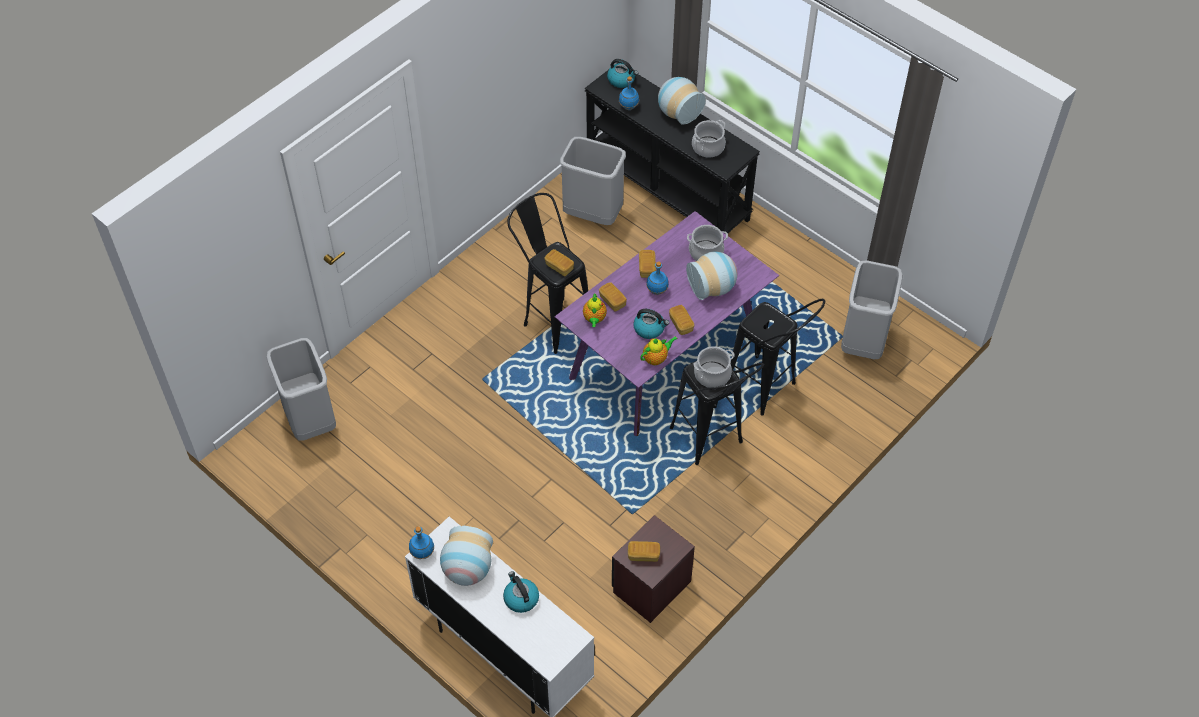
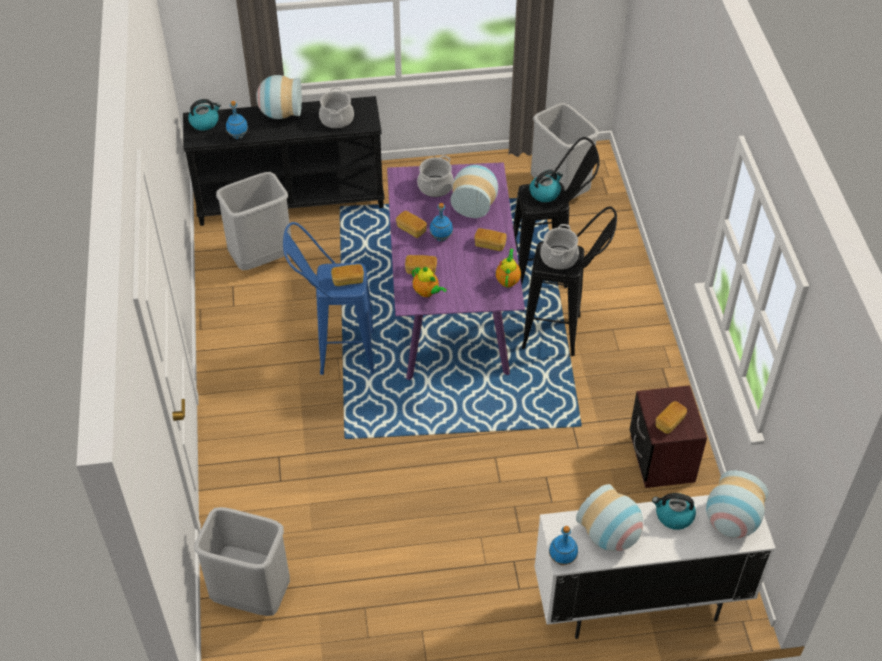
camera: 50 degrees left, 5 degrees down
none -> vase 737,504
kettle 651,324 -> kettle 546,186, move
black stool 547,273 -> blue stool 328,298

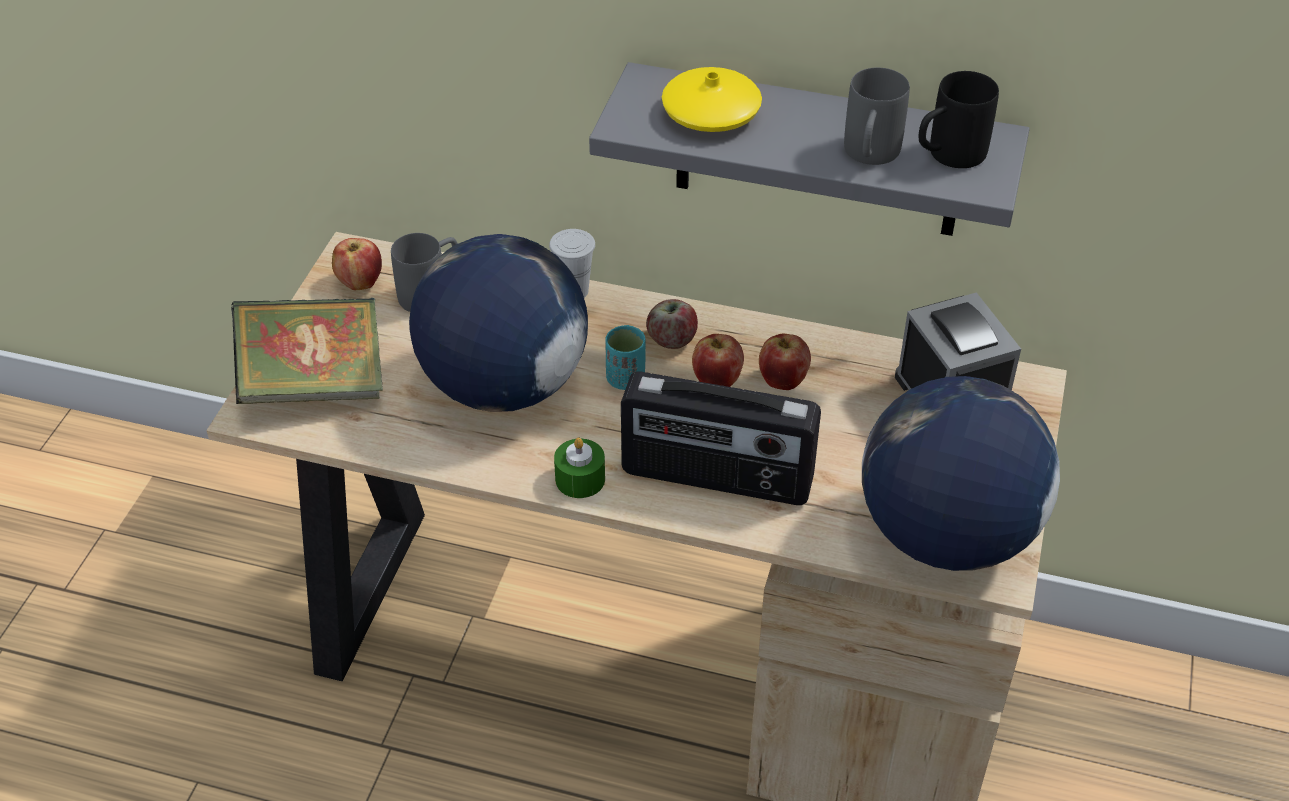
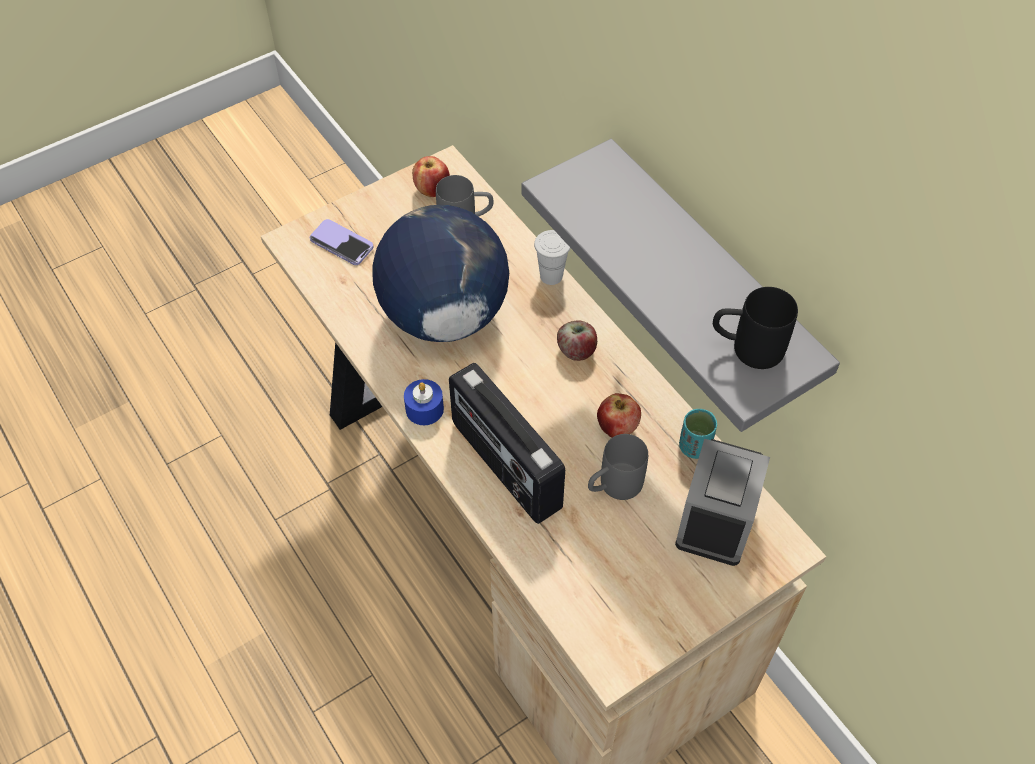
camera: 40 degrees right, 10 degrees up
yellow vase 712,99 -> none
apple 718,360 -> none
globe 961,473 -> none
turquoise cup 625,357 -> turquoise cup 698,434, move
grey mug 877,116 -> grey mug 618,467, move
book 307,351 -> phone 342,242
green candle 579,467 -> blue candle 424,402

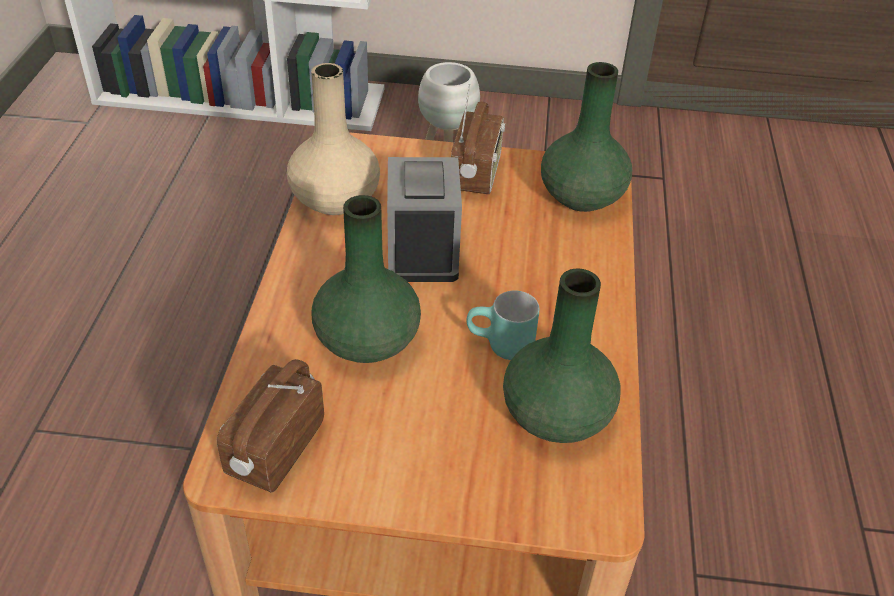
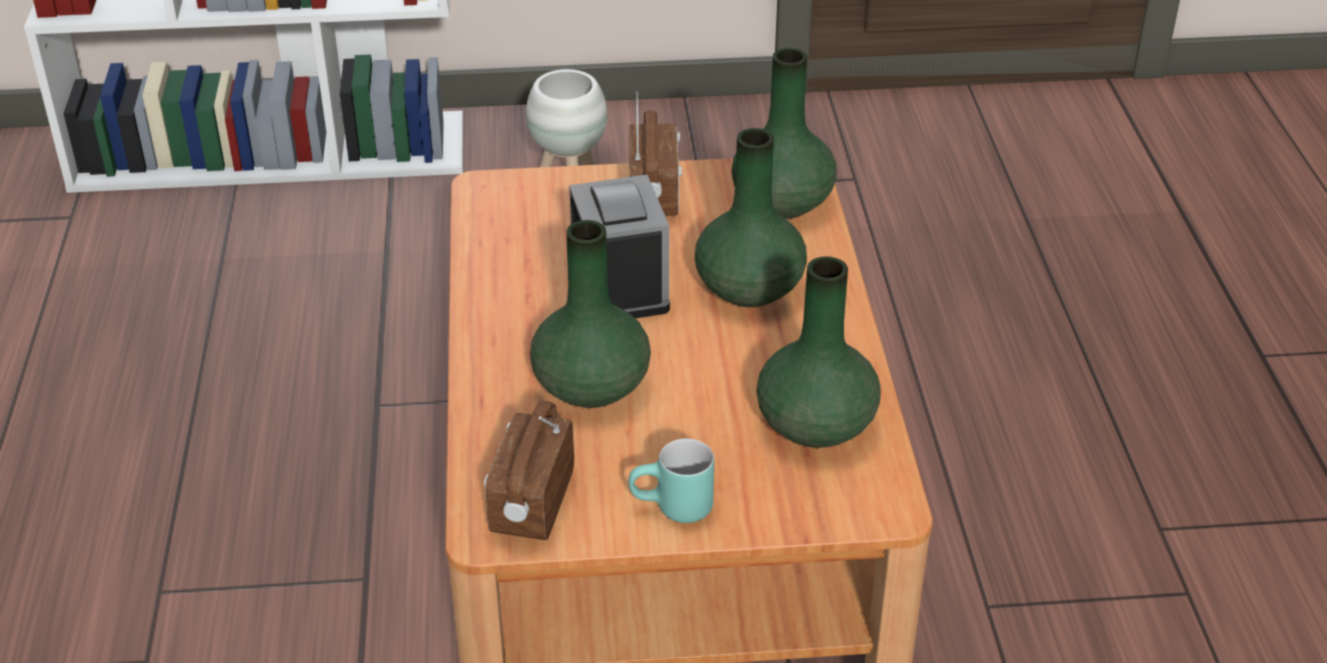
camera: 10 degrees left, 5 degrees down
beige vase 333,139 -> none
none -> green vase 751,217
turquoise mug 503,325 -> turquoise mug 671,481, move

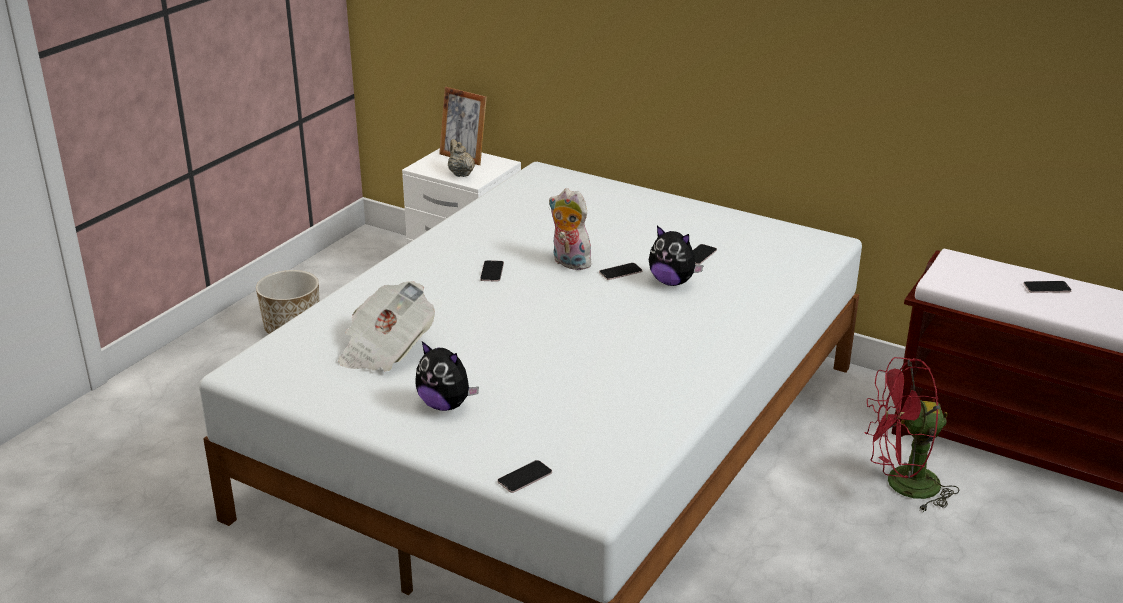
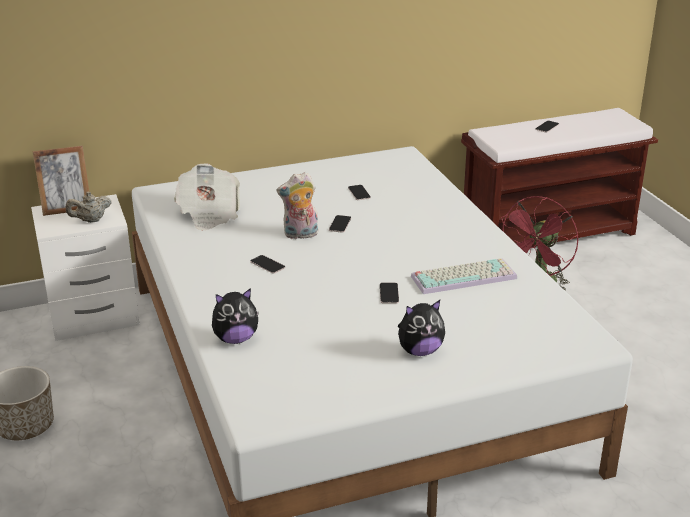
camera: 50 degrees left, 0 degrees up
none -> keyboard 464,276
newspaper 386,326 -> newspaper 207,197, move
phone 525,476 -> phone 389,293, move
plush toy 676,255 -> plush toy 235,316, move
beige teapot 461,158 -> beige teapot 89,207, 45 degrees counterclockwise

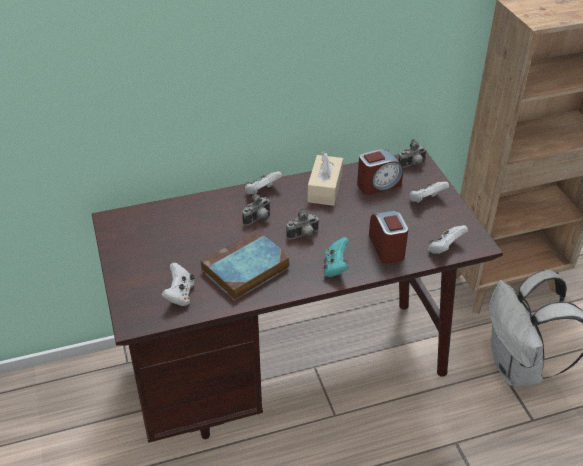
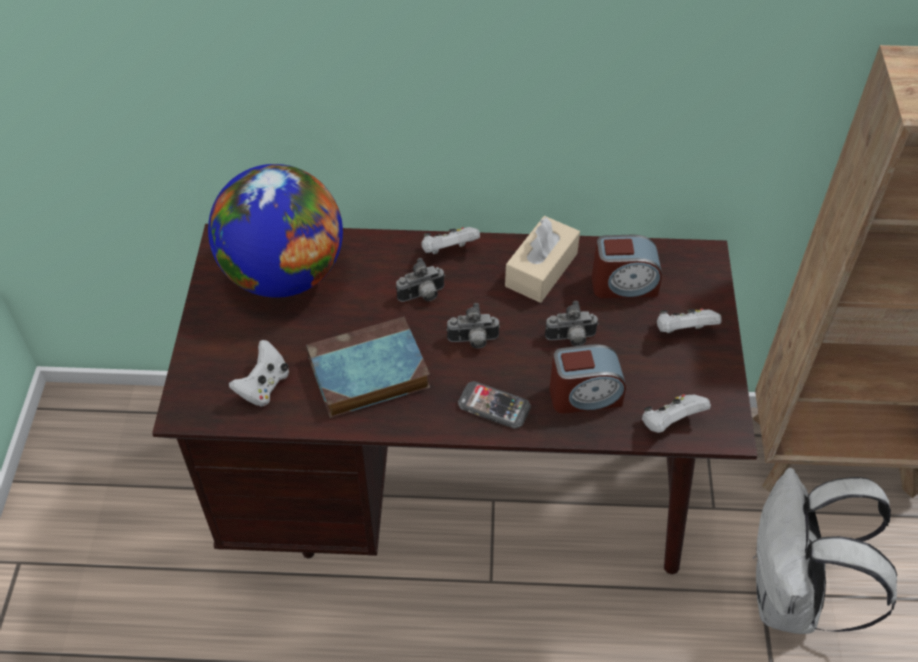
camera: 20 degrees right, 10 degrees up
none -> globe 275,231
photo camera 412,153 -> photo camera 572,323, move
turquoise game controller 336,257 -> phone 494,405
alarm clock 388,237 -> alarm clock 587,379, 75 degrees clockwise

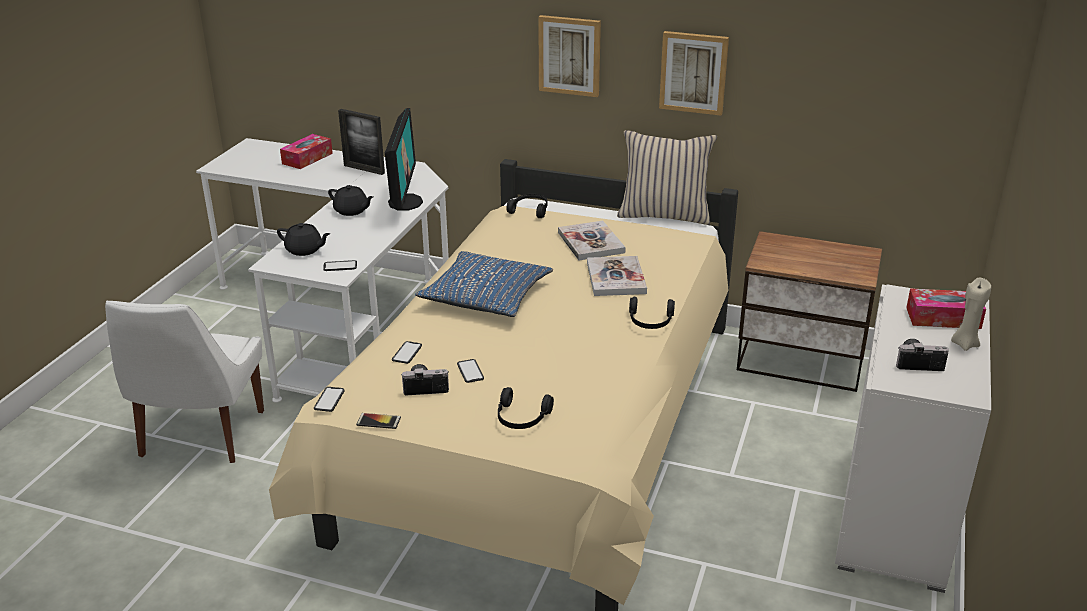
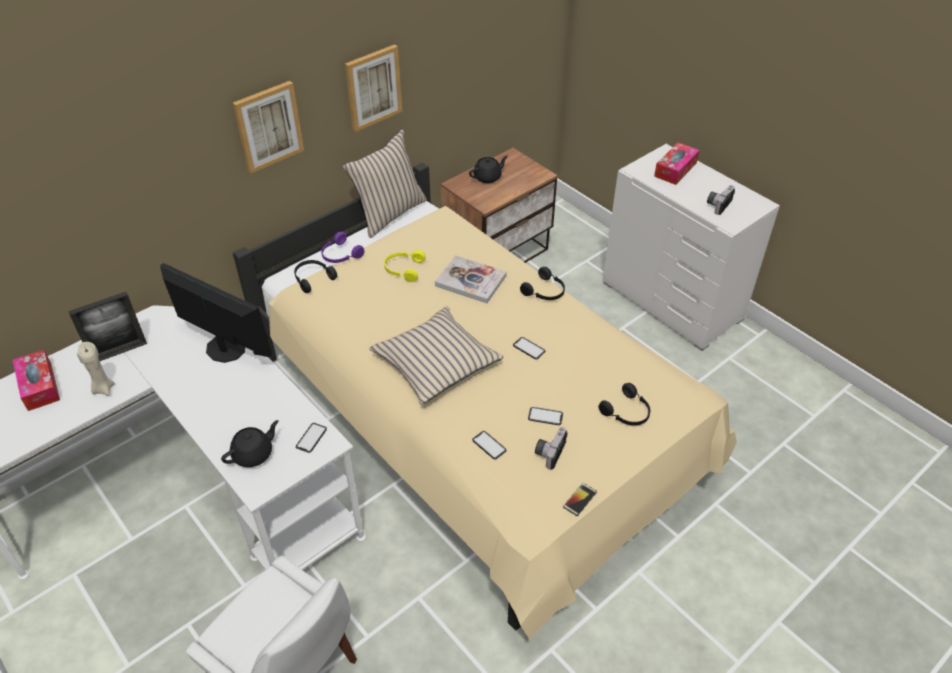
camera: 60 degrees left, 15 degrees up
none -> purple headphones 342,247
phone 329,399 -> phone 529,348, move
black teapot 350,200 -> black teapot 488,169, move
beige candle 971,314 -> beige candle 96,369, move
book 592,240 -> yellow headphones 404,266
blue pillow 484,284 -> beige pillow 436,355

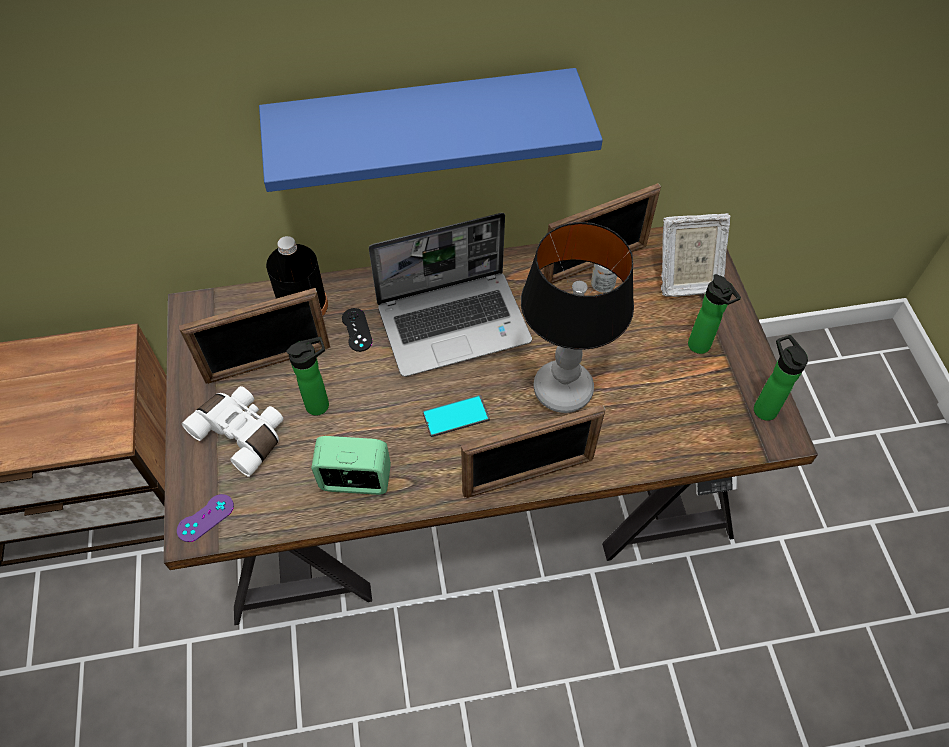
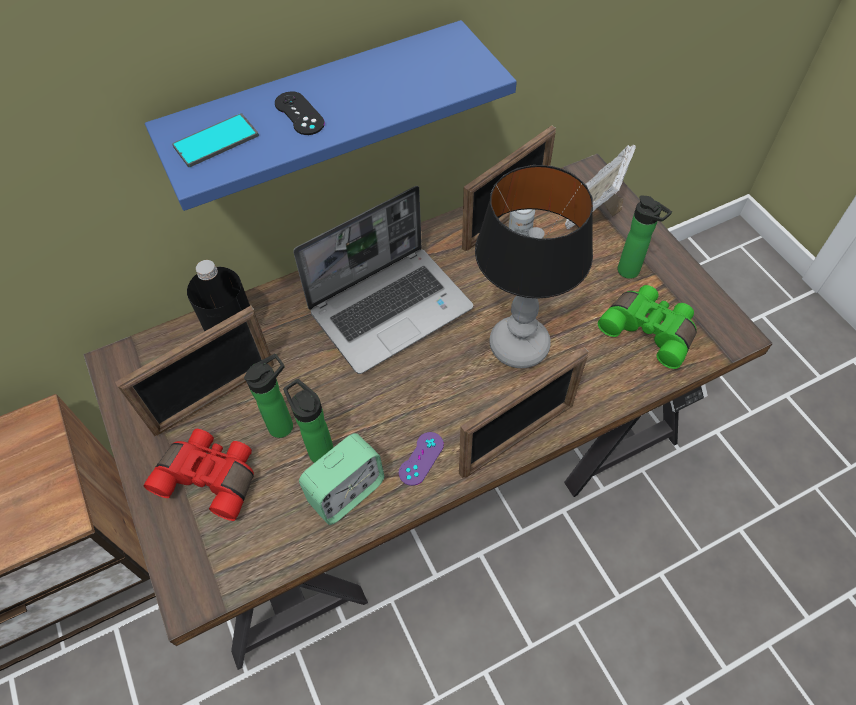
camera: 15 degrees left, 0 degrees up
none -> green binoculars 647,327
purple game controller 205,518 -> purple game controller 421,459, move
black game controller 357,330 -> black game controller 300,113, move
phone 456,416 -> phone 215,140, move
bottle 781,378 -> bottle 308,421, move
white binoculars 233,431 -> red binoculars 199,475
alarm clock 351,465 -> alarm clock 342,479, 150 degrees clockwise
picture frame 696,255 -> picture frame 600,187, 135 degrees clockwise

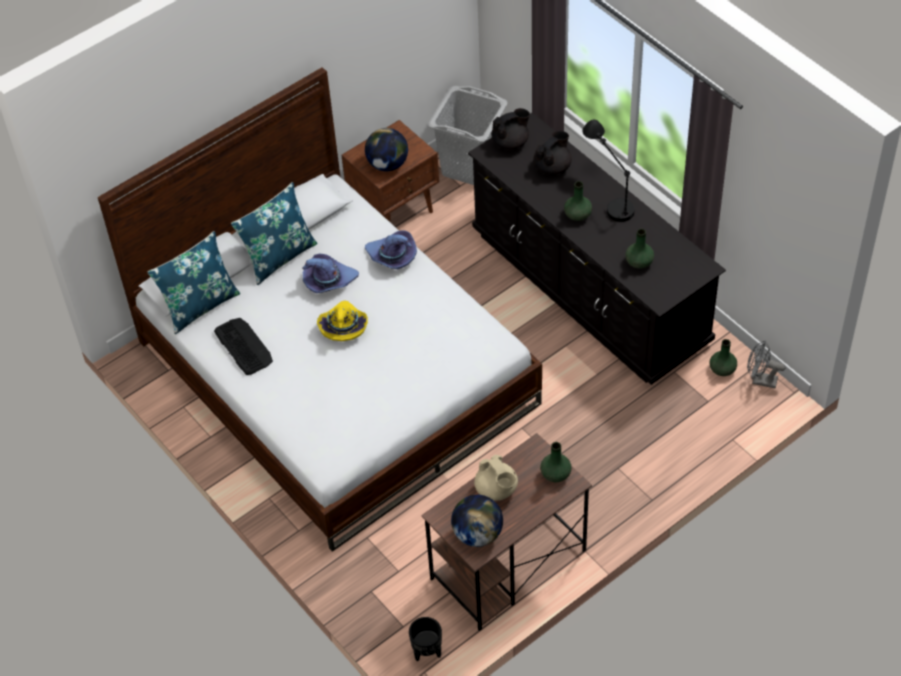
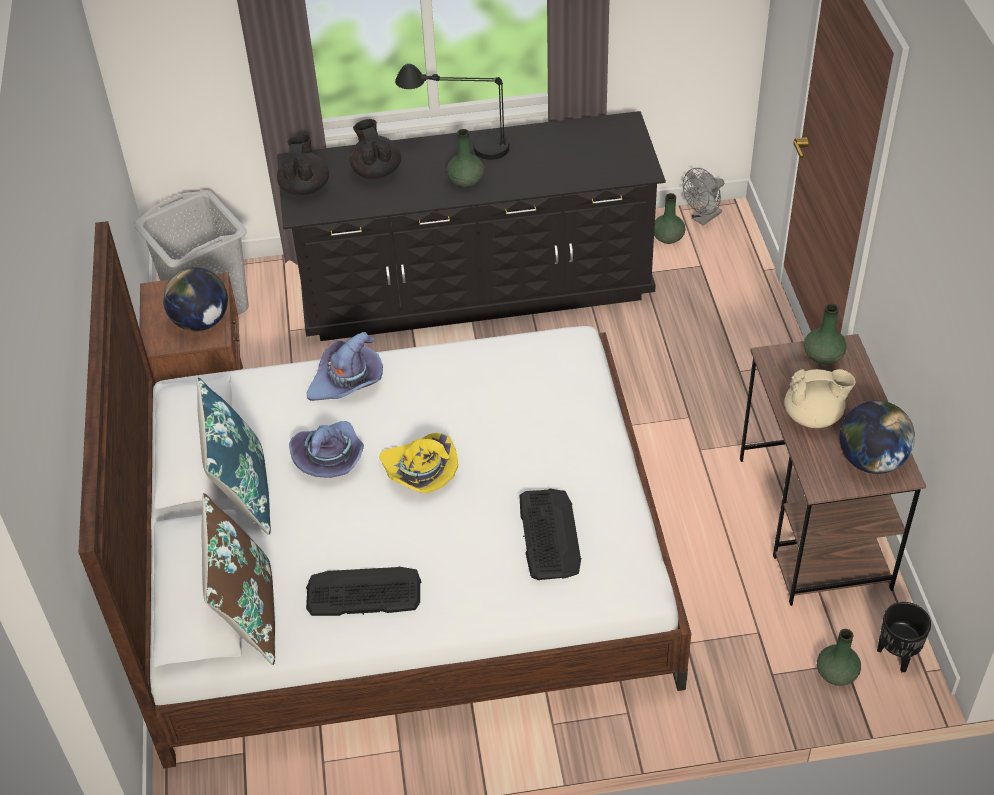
camera: 60 degrees left, 5 degrees down
none -> keyboard 550,534
green vase 639,249 -> green vase 839,657, move
blue pillow 193,282 -> brown pillow 238,579

